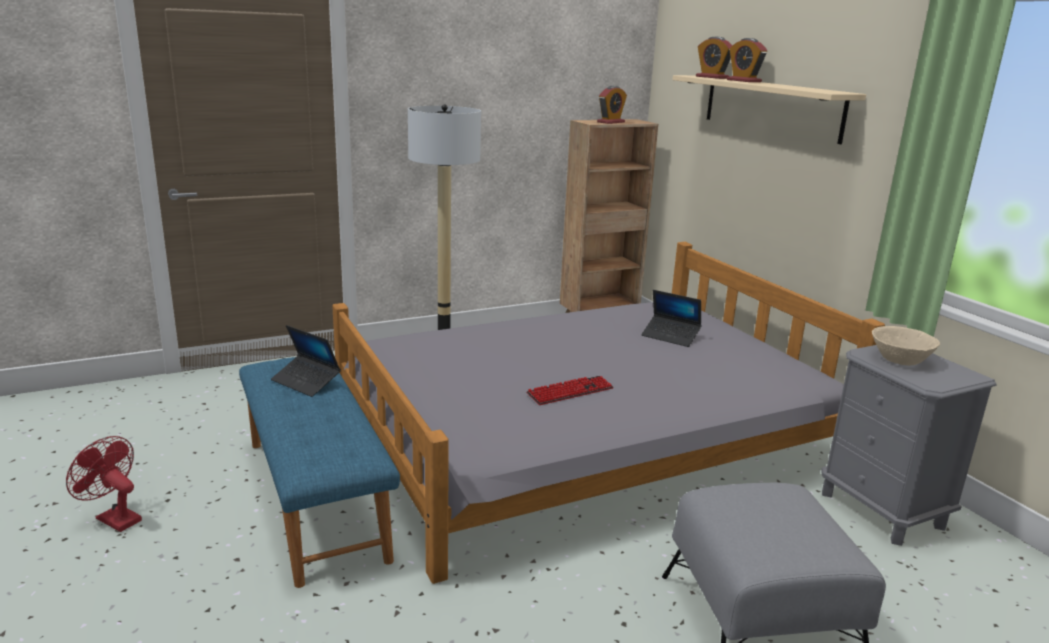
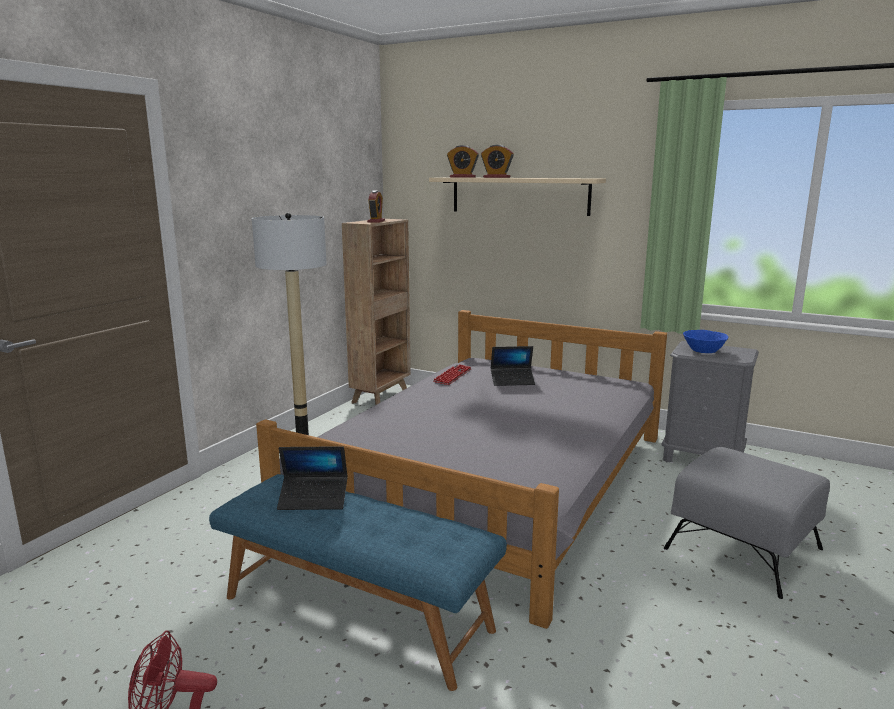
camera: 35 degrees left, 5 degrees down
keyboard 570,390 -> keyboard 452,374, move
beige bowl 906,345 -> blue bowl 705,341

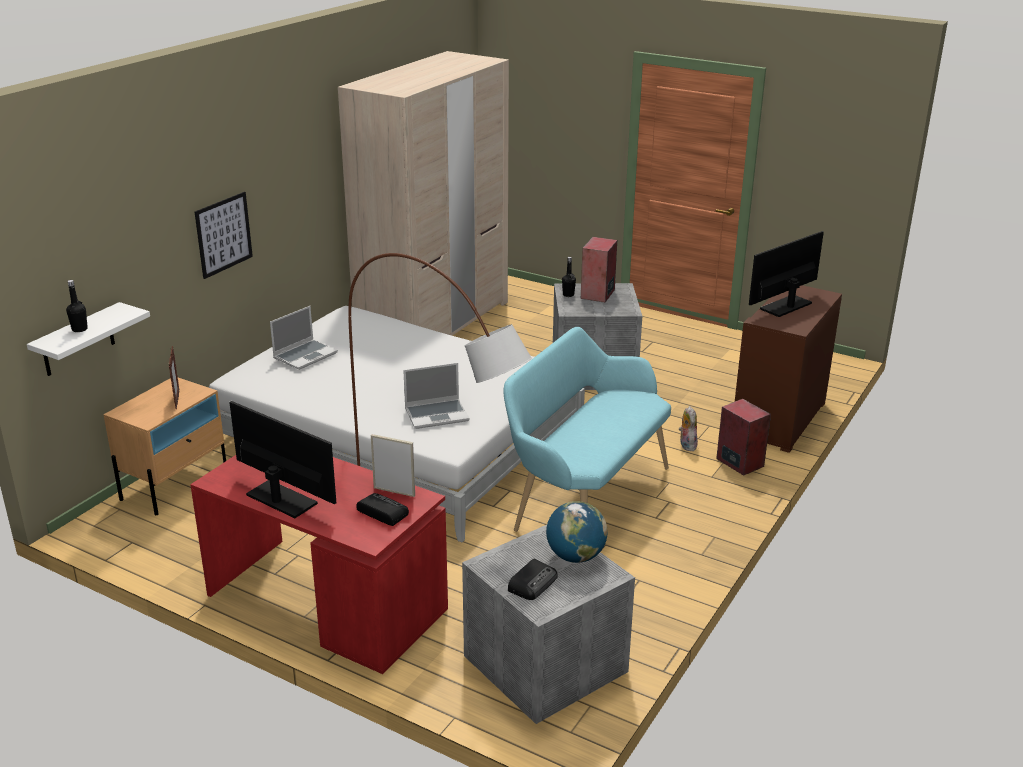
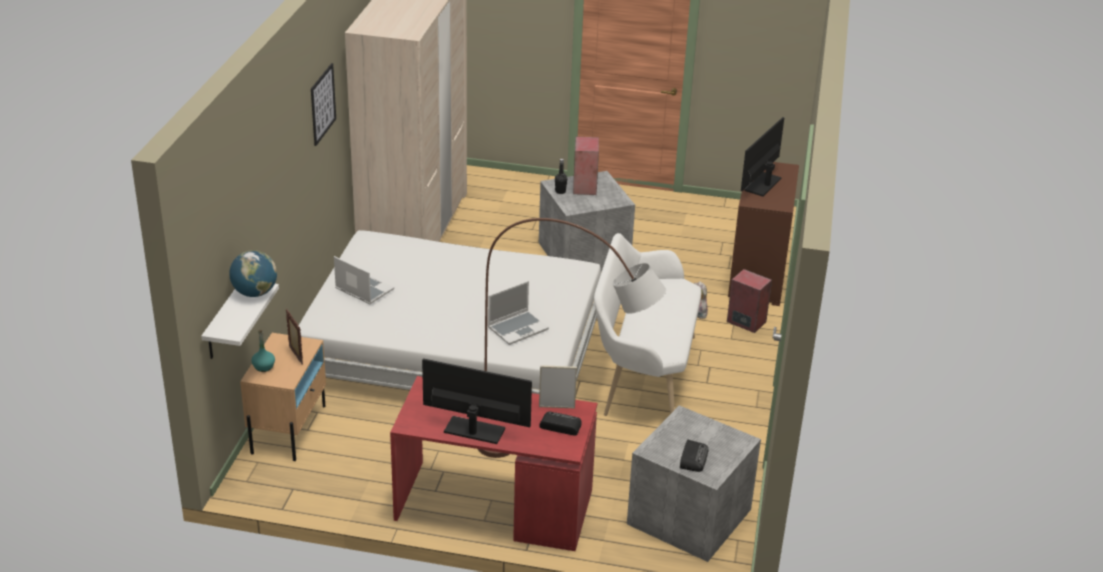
camera: 20 degrees left, 5 degrees up
black bottle 77,306 -> none
none -> turquoise bottle 263,351
picture 224,235 -> picture 323,104, move
globe 576,532 -> globe 253,273, move
turquoise bench 587,429 -> white bench 648,324
laptop 304,338 -> laptop 364,280, 75 degrees counterclockwise

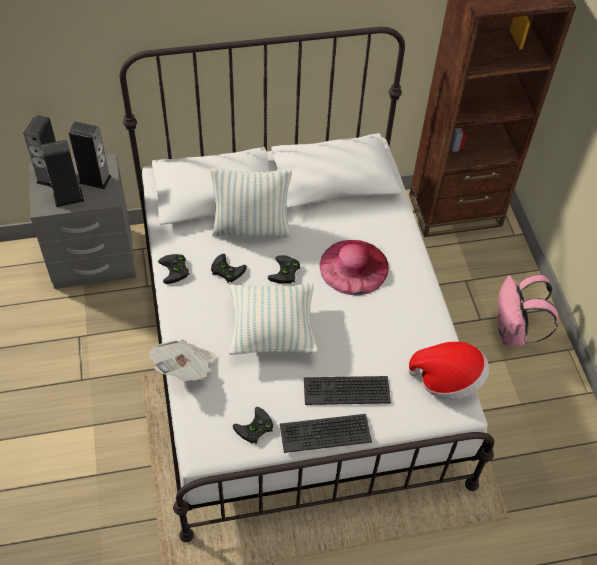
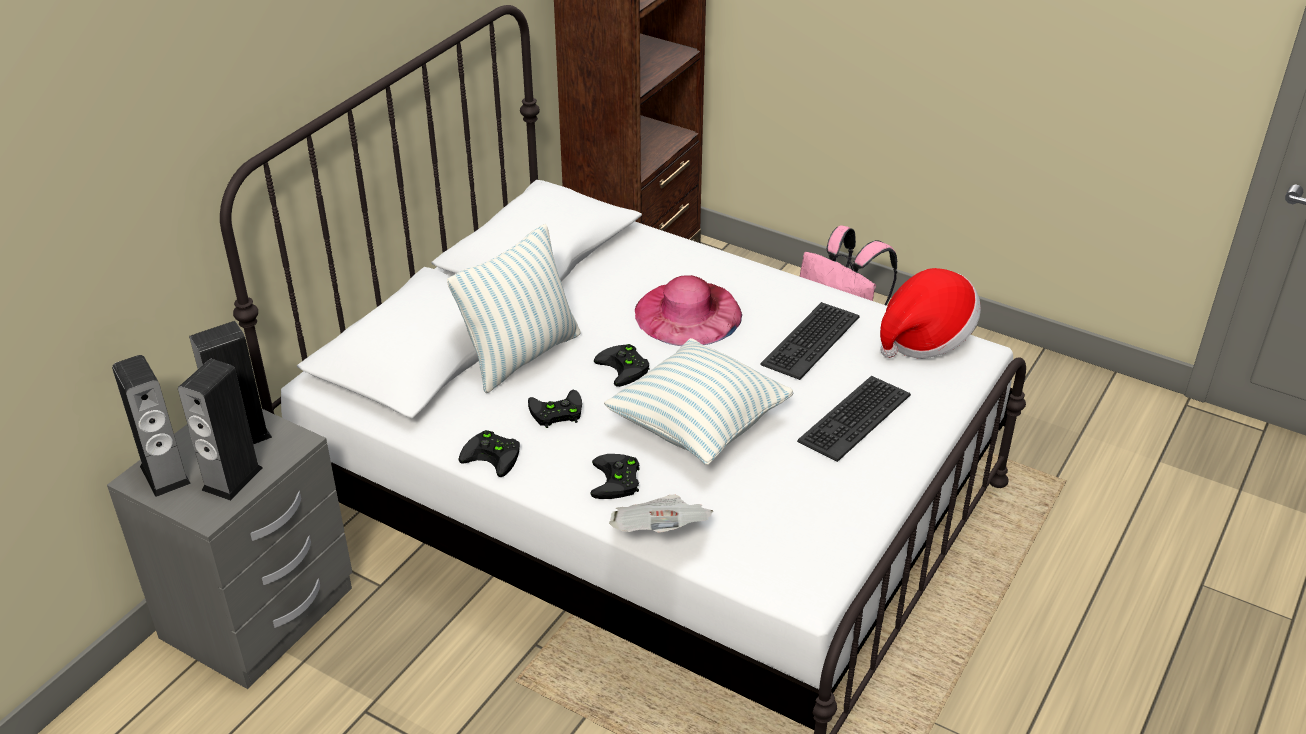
camera: 45 degrees left, 15 degrees down
black game controller 253,425 -> black game controller 614,476, move
keyboard 326,433 -> keyboard 810,341, move

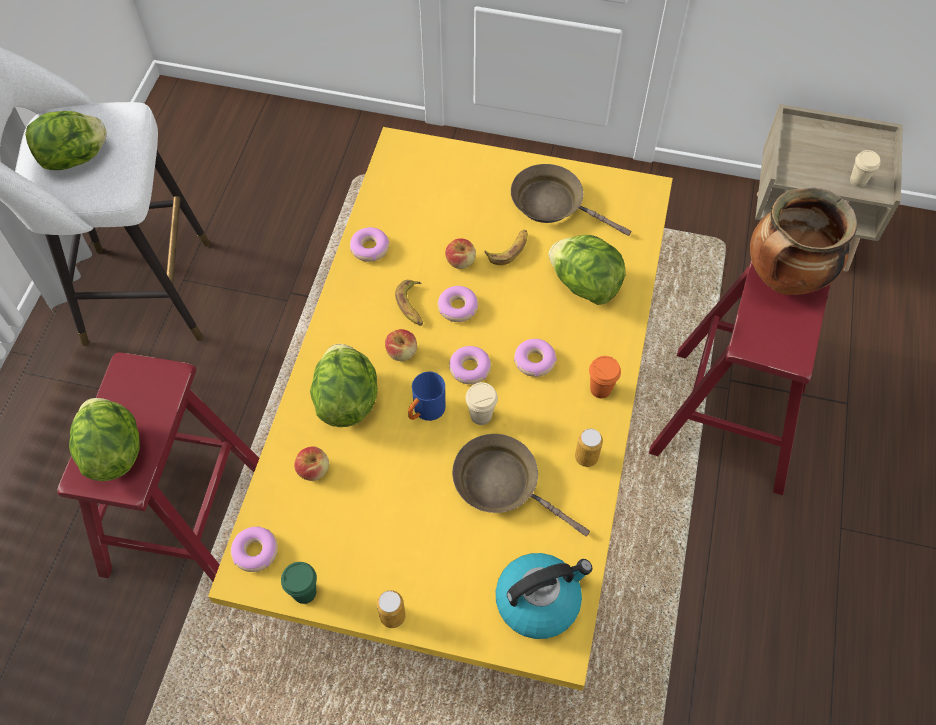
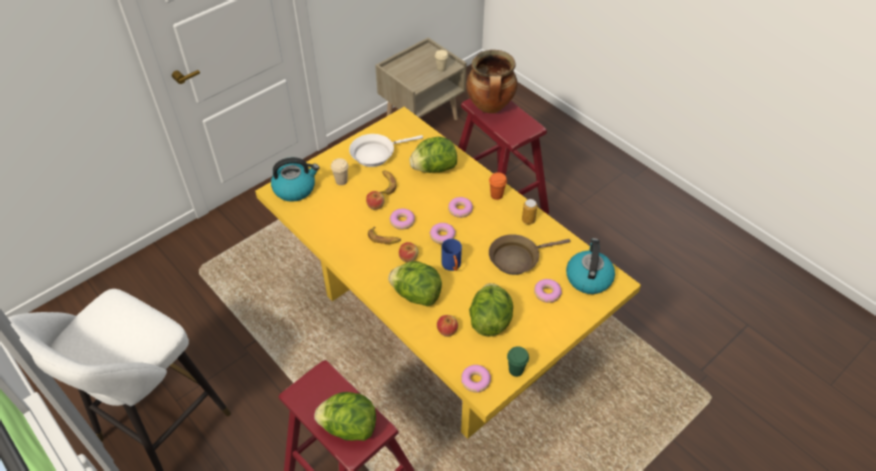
camera: 55 degrees left, 10 degrees down
can 391,609 -> none
none -> kettle 295,179
lettuce 66,140 -> lettuce 491,310, move
donut 370,244 -> donut 548,291, move
beige cup 481,403 -> beige cup 340,171, move
brown frying pan 571,200 -> white frying pan 386,150

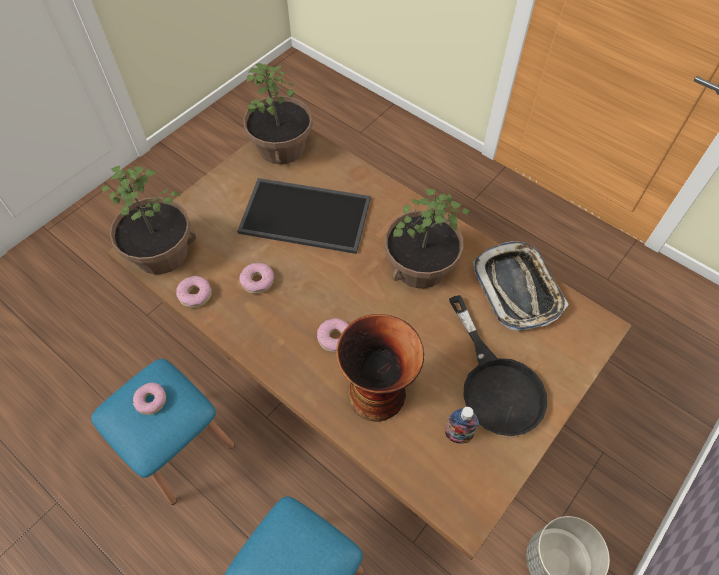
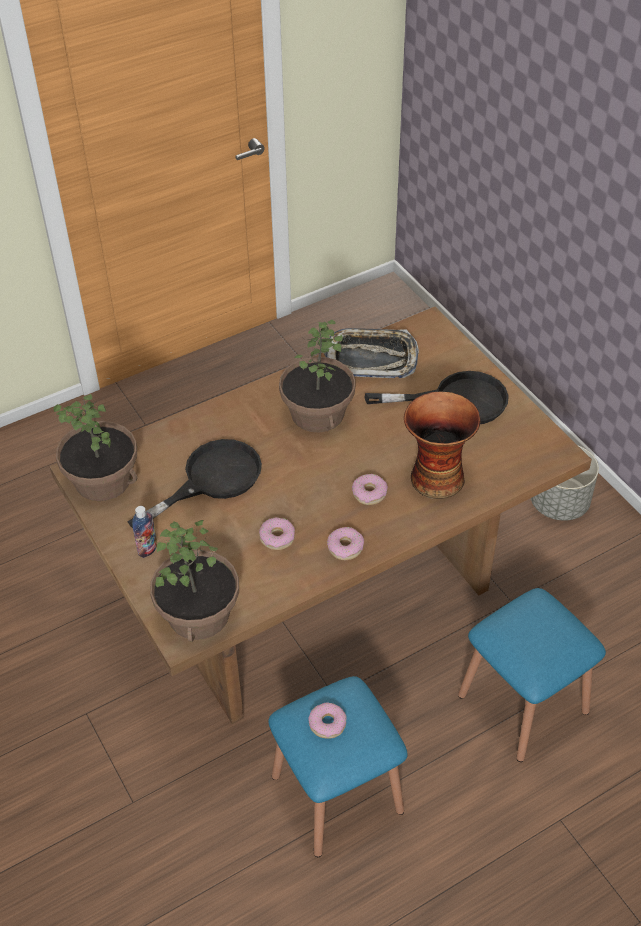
camera: 70 degrees left, 10 degrees down
donut 194,292 -> donut 345,543, move
bottle 462,425 -> bottle 144,532, move
tray 304,216 -> black frying pan 194,483

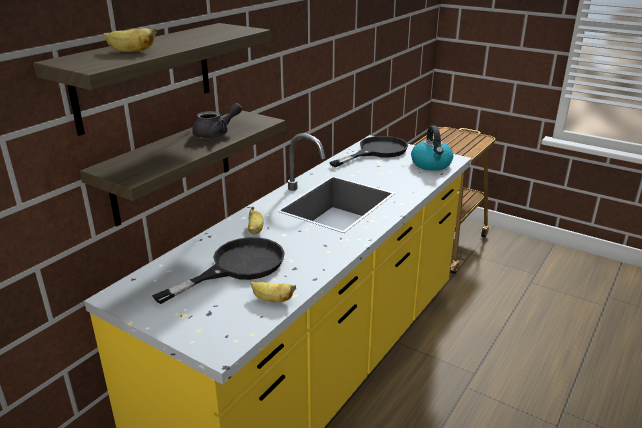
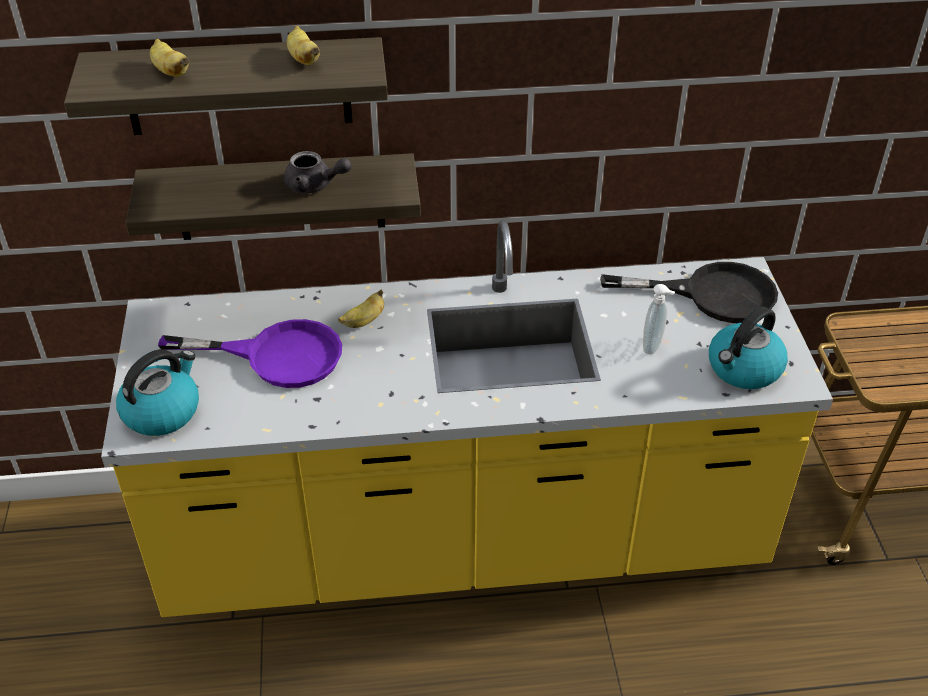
camera: 50 degrees right, 15 degrees up
none -> kettle 157,392
none -> soap dispenser 659,319
banana 273,292 -> banana 303,45, move
black frying pan 218,270 -> purple frying pan 250,353

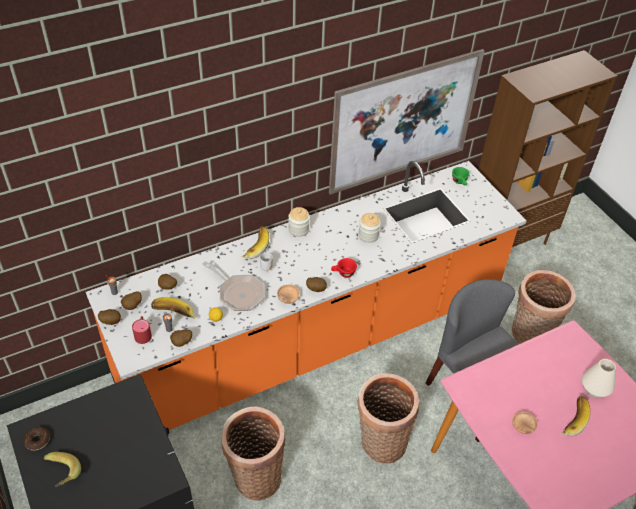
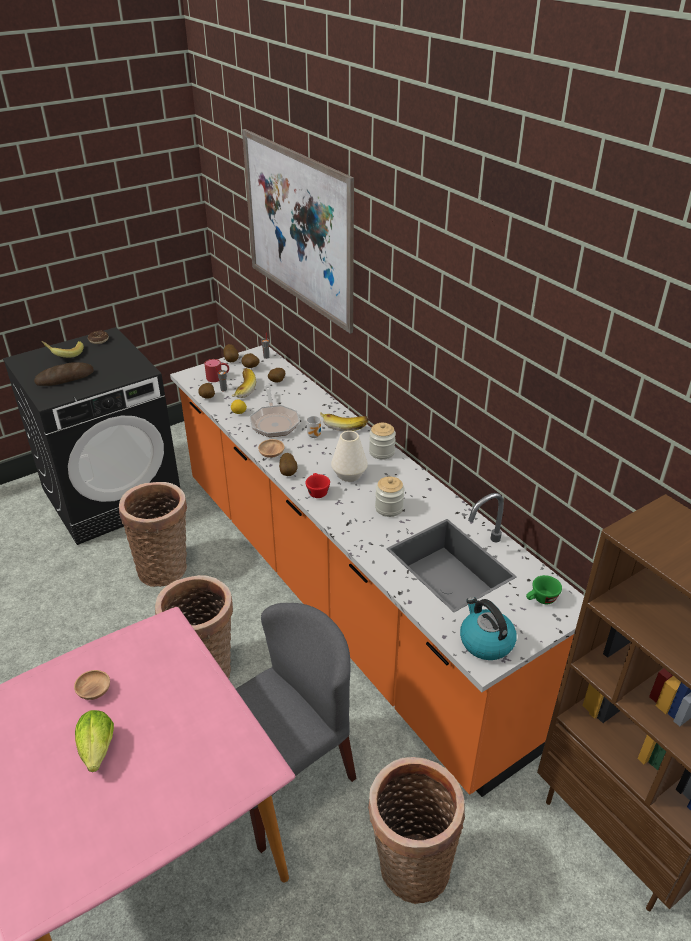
camera: 85 degrees right, 10 degrees down
none -> bread 64,374
none -> kettle 488,628
picture 407,122 -> picture 298,231, move
white vase 599,378 -> white vase 349,456, move
banana 575,416 -> lettuce 94,741
frying pan 233,286 -> frying pan 275,411, 45 degrees counterclockwise

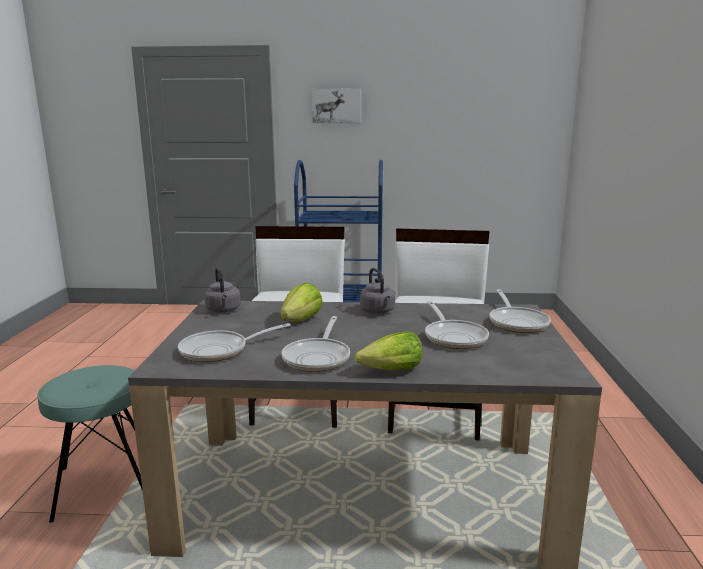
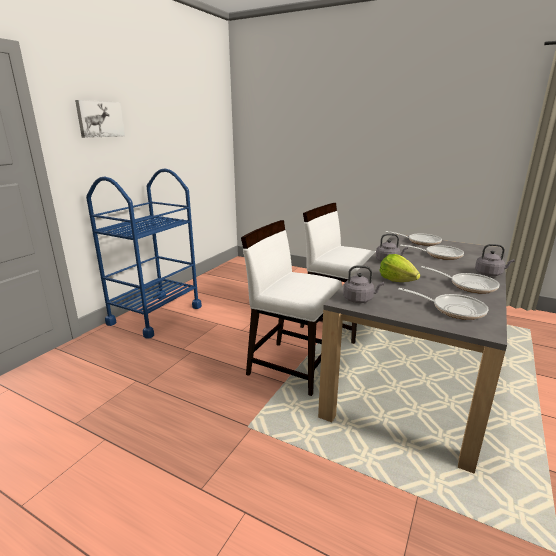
camera: 65 degrees left, 5 degrees up
turquoise stool 90,444 -> none
lettuce 389,350 -> grey kettle 495,260
frying pan 234,342 -> frying pan 443,304, 60 degrees counterclockwise

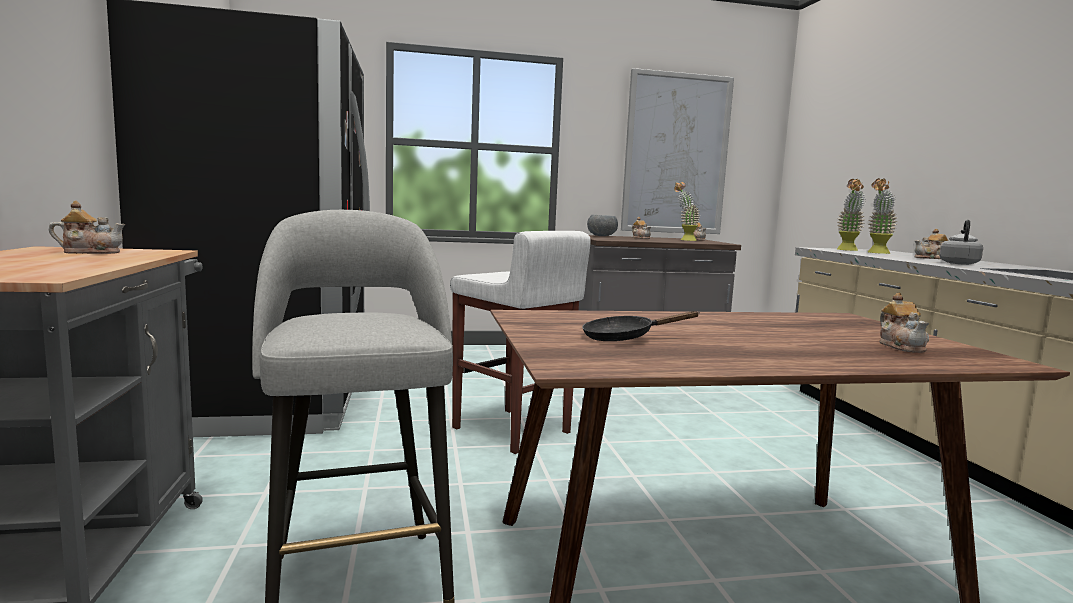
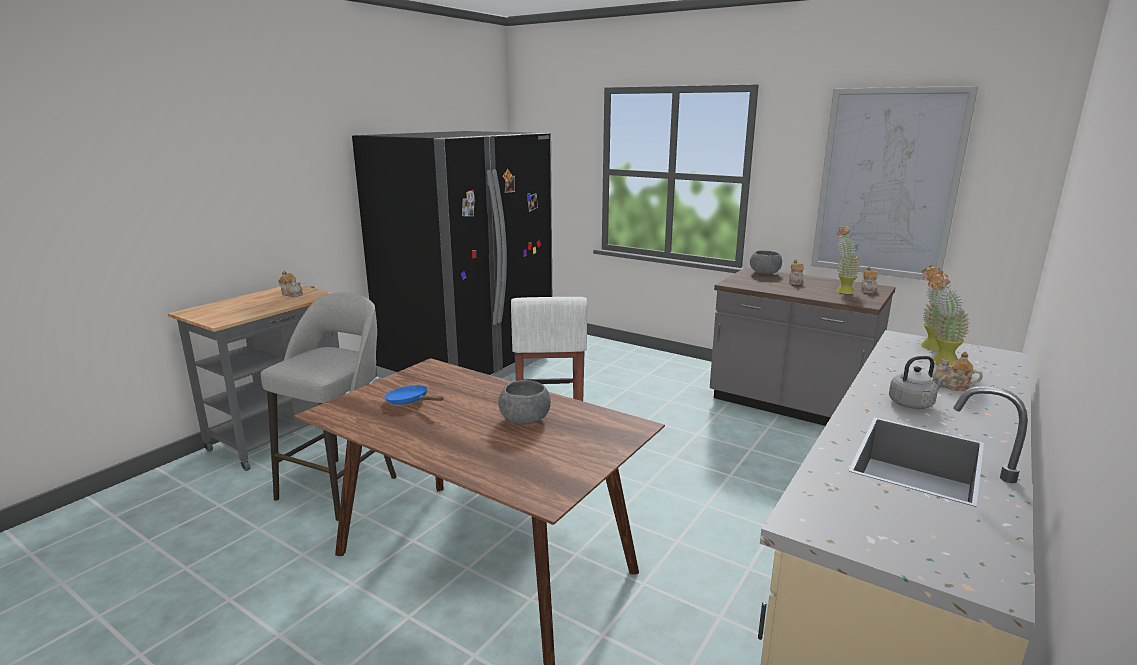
camera: 45 degrees right, 10 degrees up
teapot 904,323 -> none
none -> grey bowl 524,402
black frying pan 641,326 -> blue frying pan 414,395

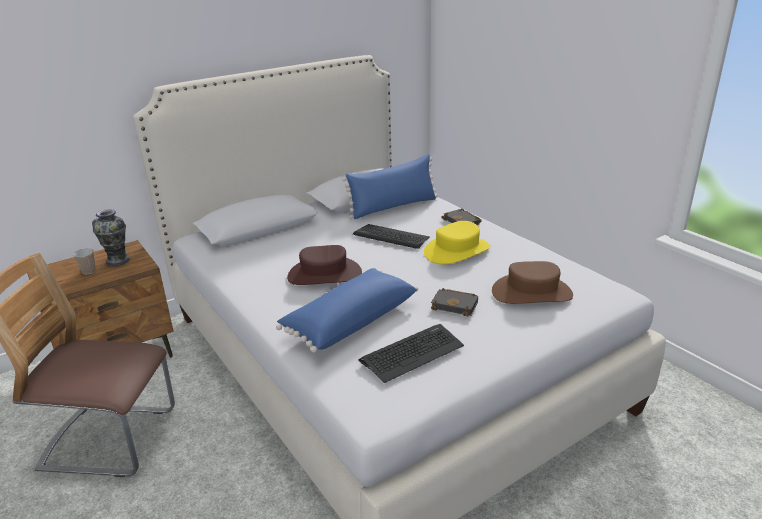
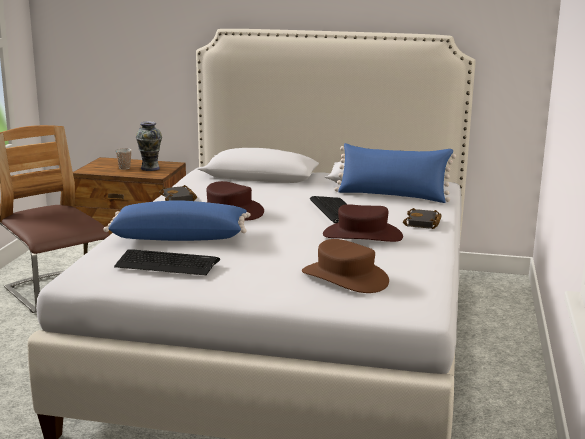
camera: 45 degrees right, 10 degrees down
black book 454,302 -> black book 178,193, move
yellow hat 457,242 -> brown hat 363,223

